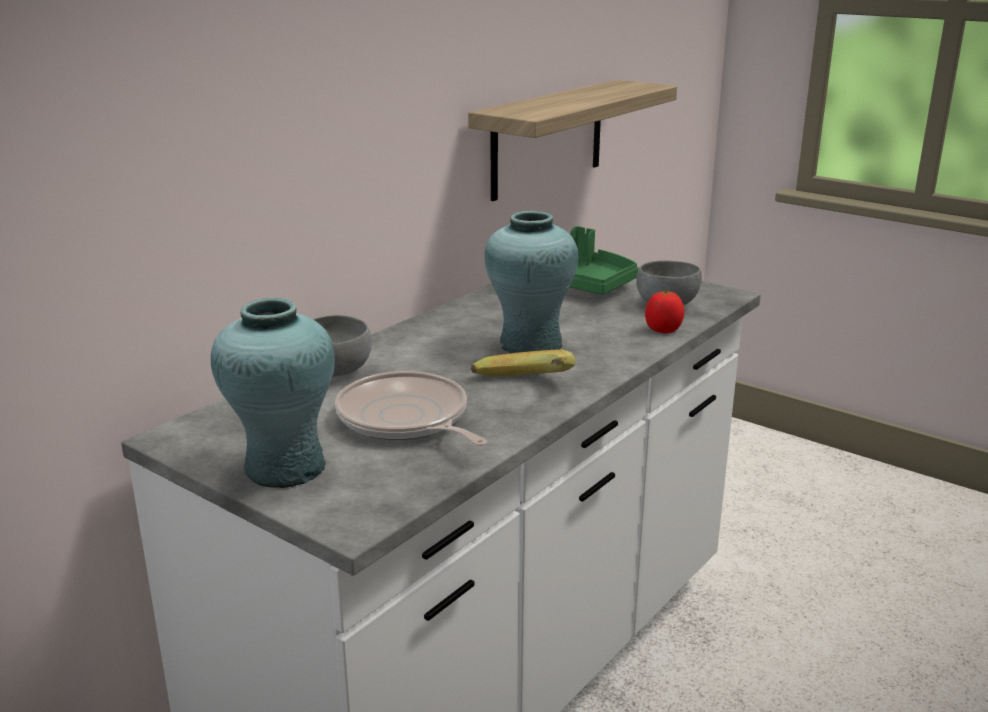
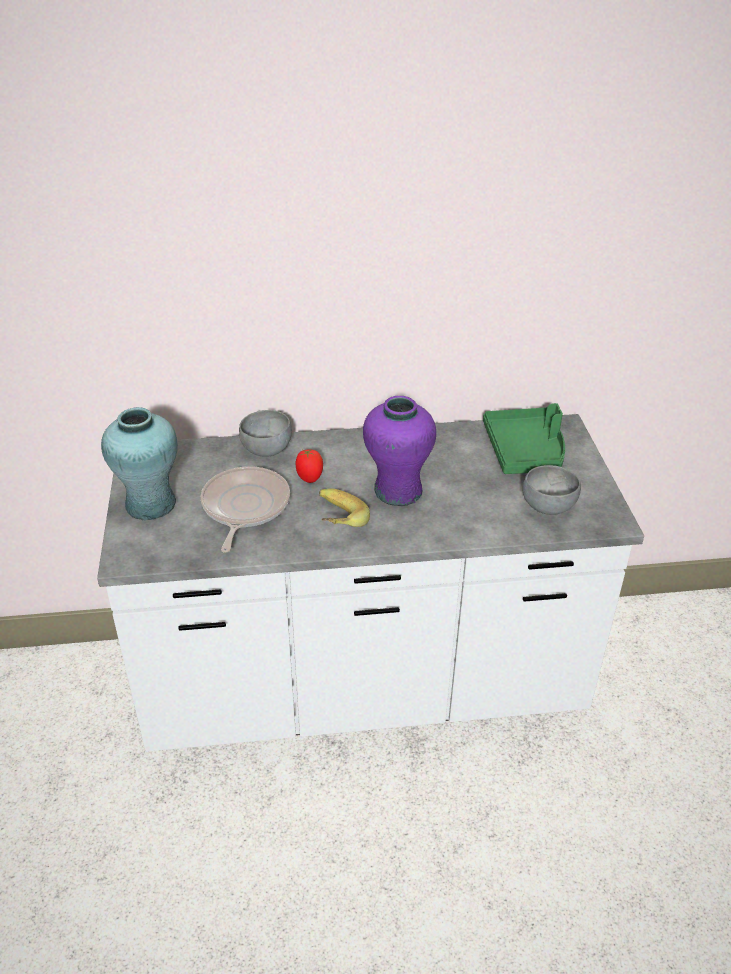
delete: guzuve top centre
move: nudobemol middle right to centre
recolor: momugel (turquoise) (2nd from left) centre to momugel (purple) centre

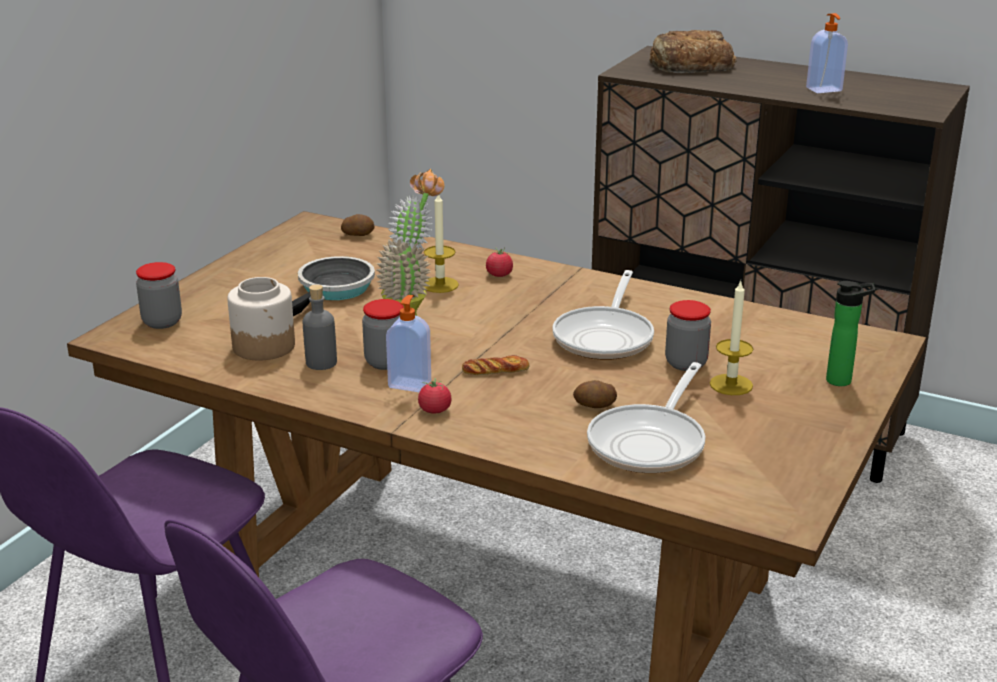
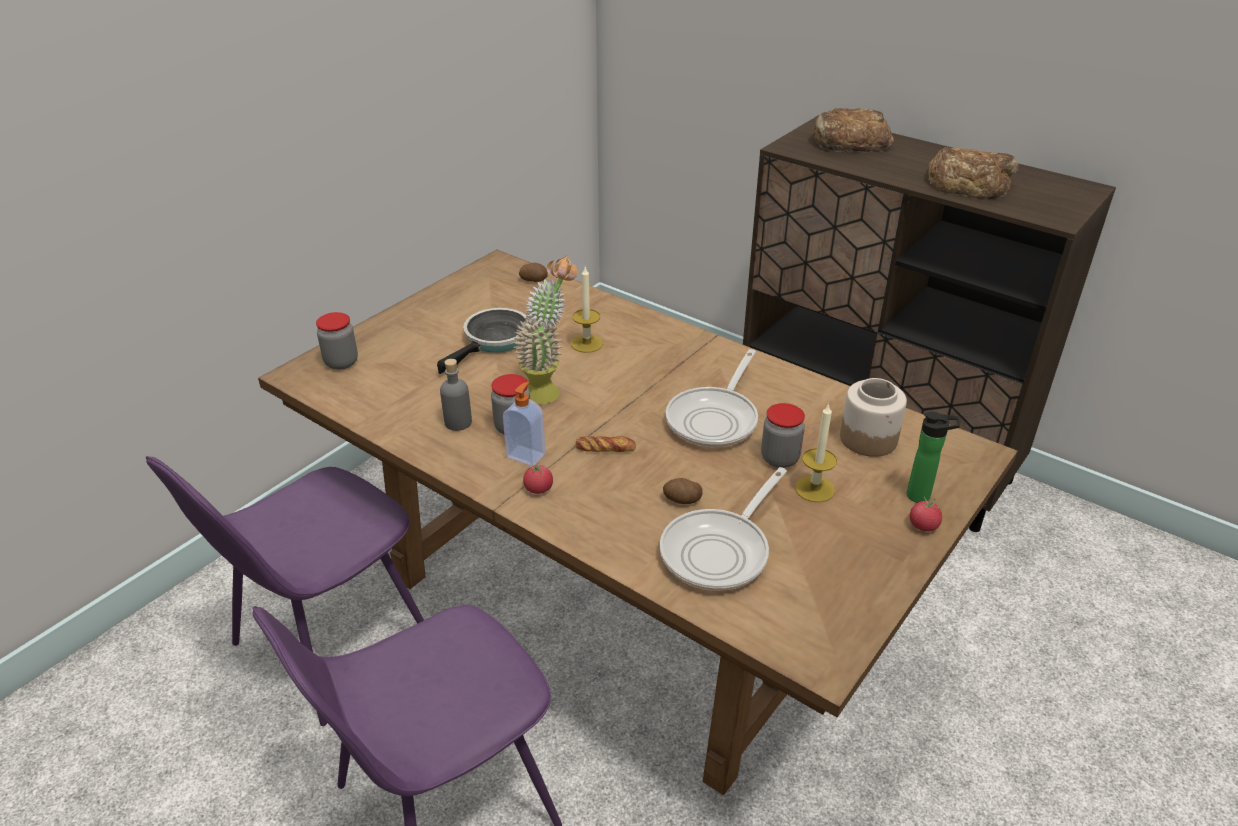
move: nudobemol (2nd from left) centre to middle right; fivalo (2nd from left in the first image) middle left to fivalo (4th from left) middle right
replace: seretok (2nd from left) top right to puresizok (3rd from left) top right

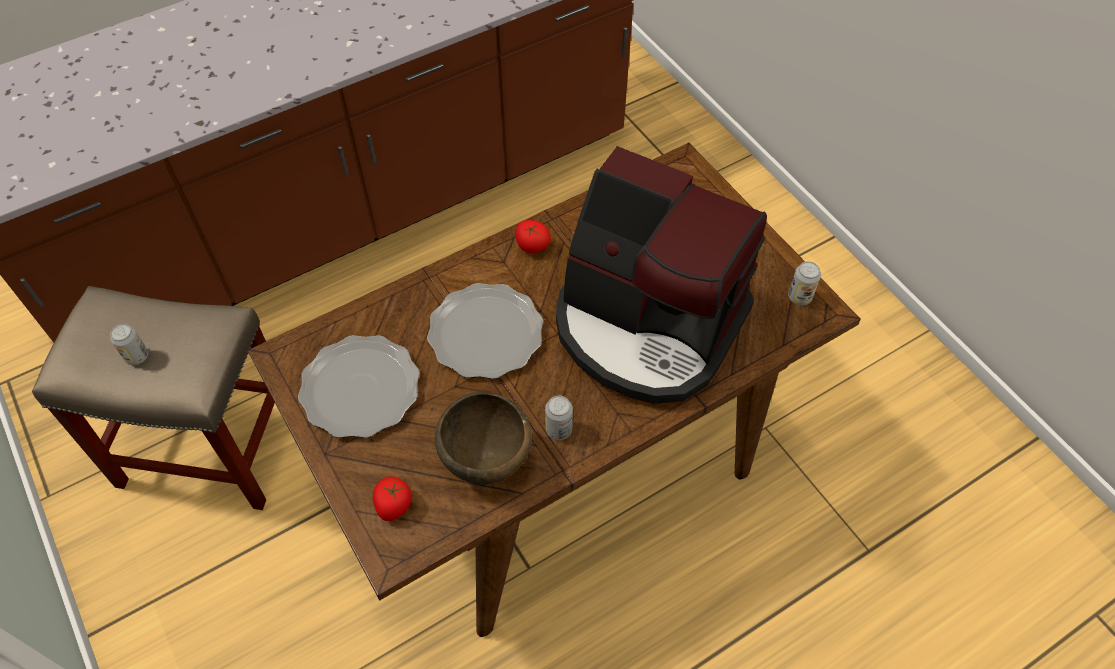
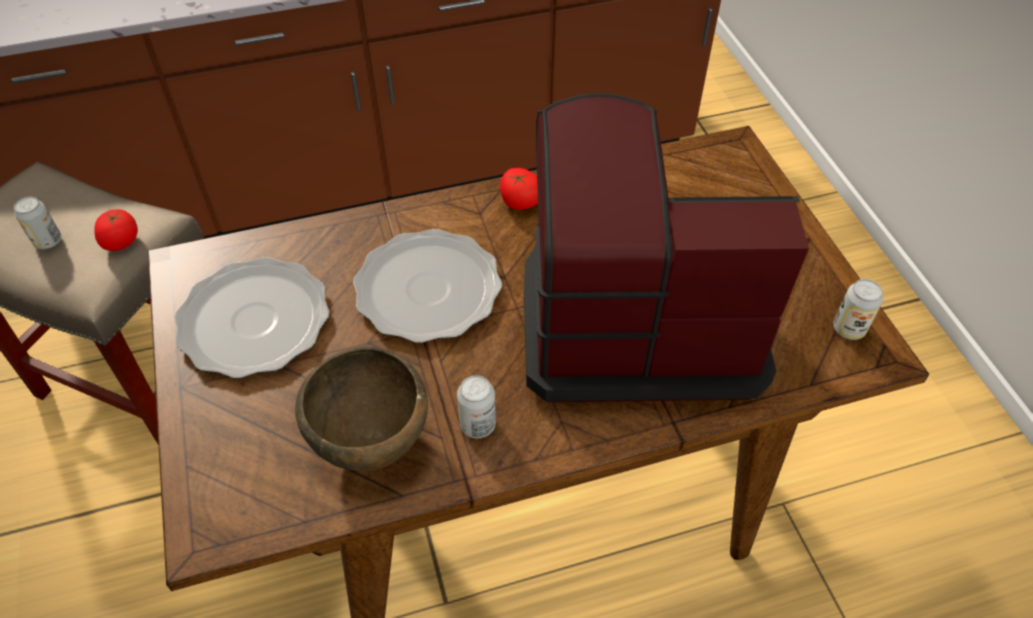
move: nudobemol (1st from left) bottom centre to middle left
rotate: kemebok centre = centre 135 degrees clockwise

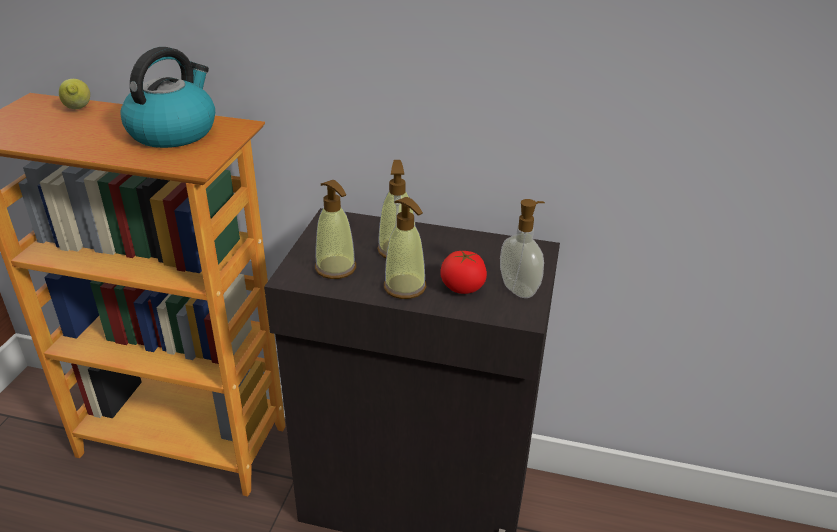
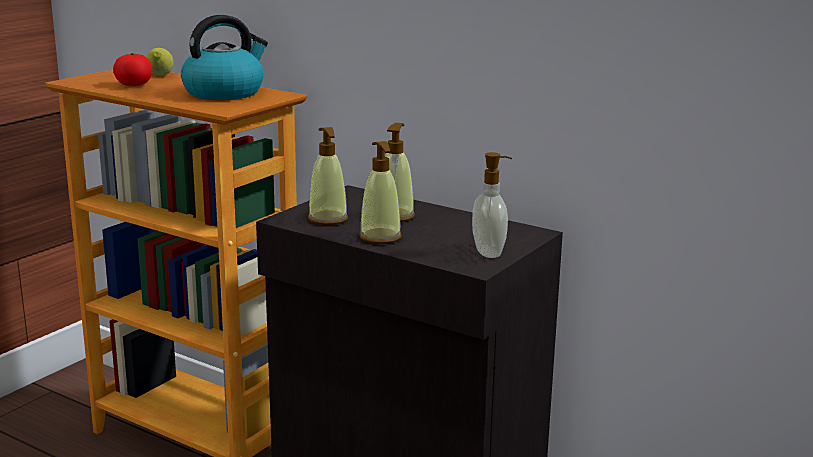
move: nudobemol centre to top left

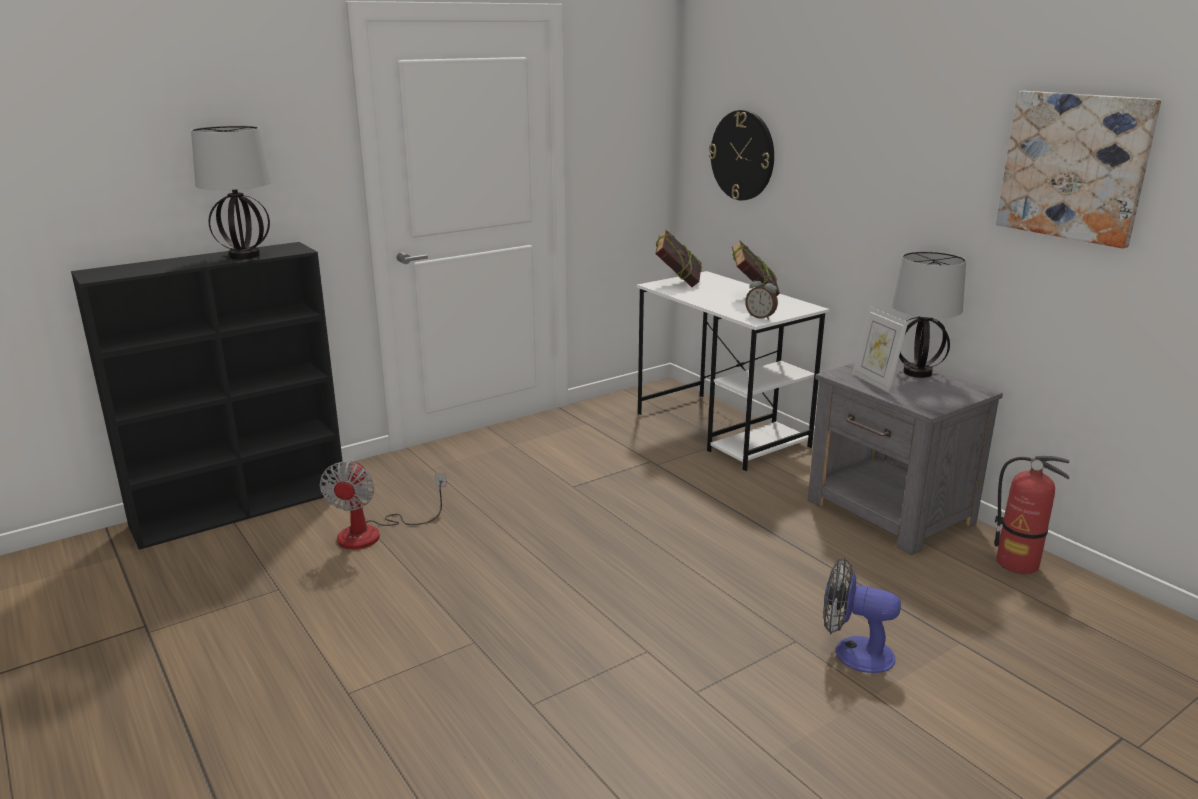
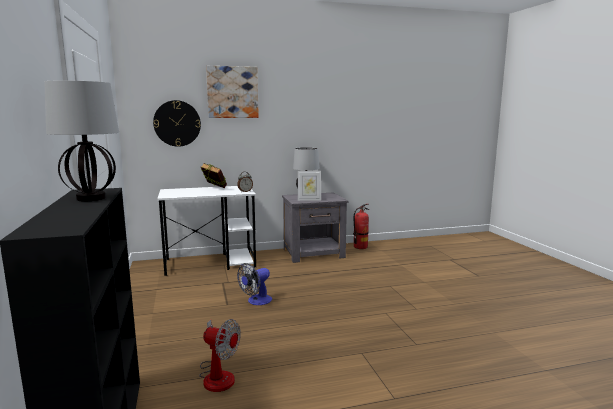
delete: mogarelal (1st from left) top centre
move: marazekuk top right to top centre; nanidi (2nd from left) bottom right to bottom centre

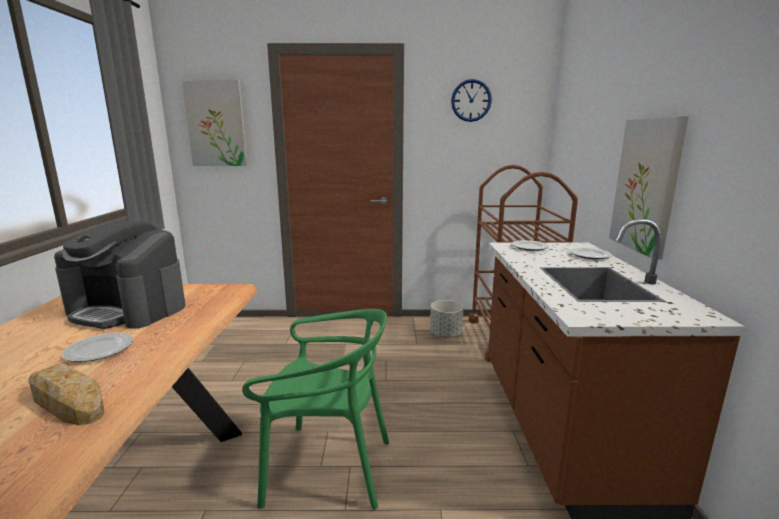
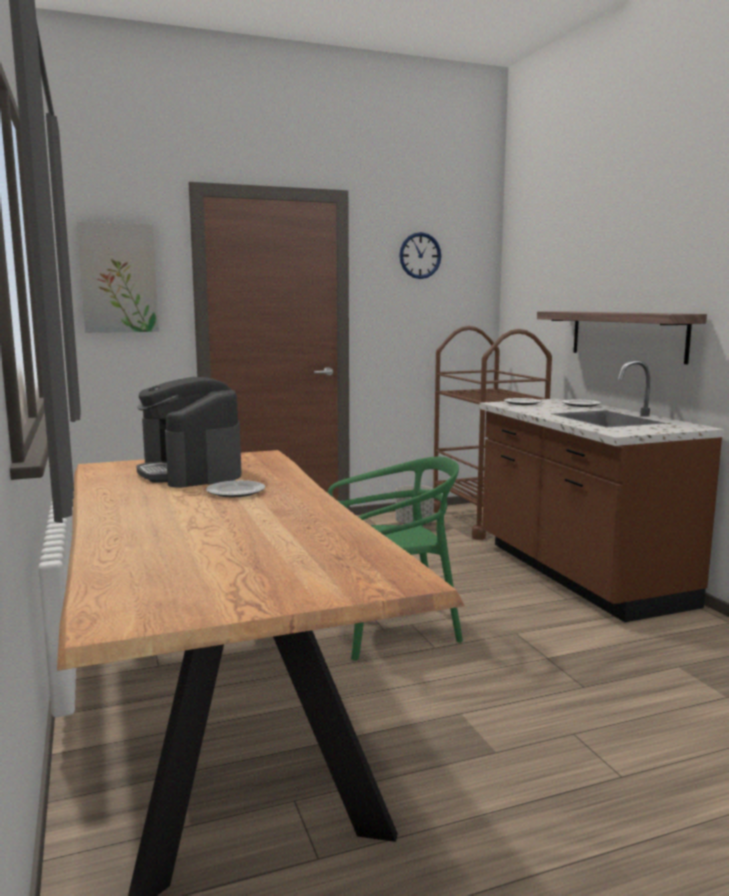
delete: puresizok bottom left
replace: marazekuk (2nd from left) middle right to guzuve middle right
rotate: kemebok middle left = middle left 60 degrees clockwise

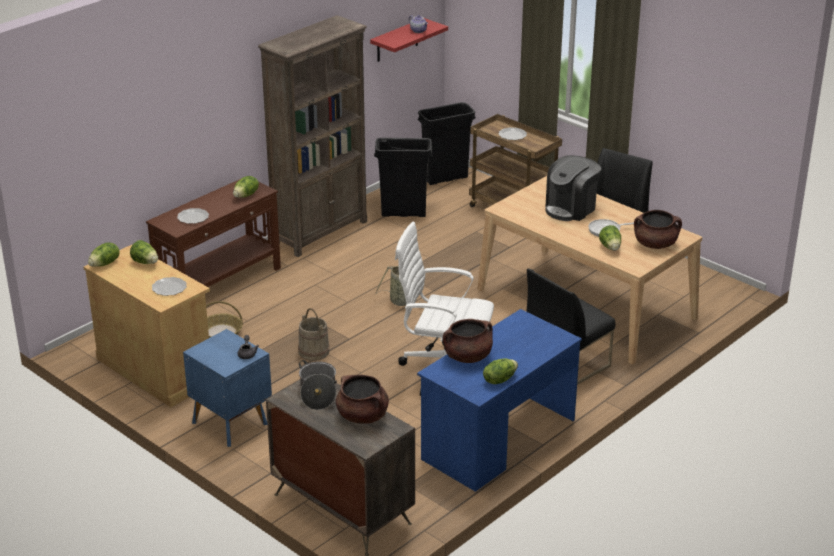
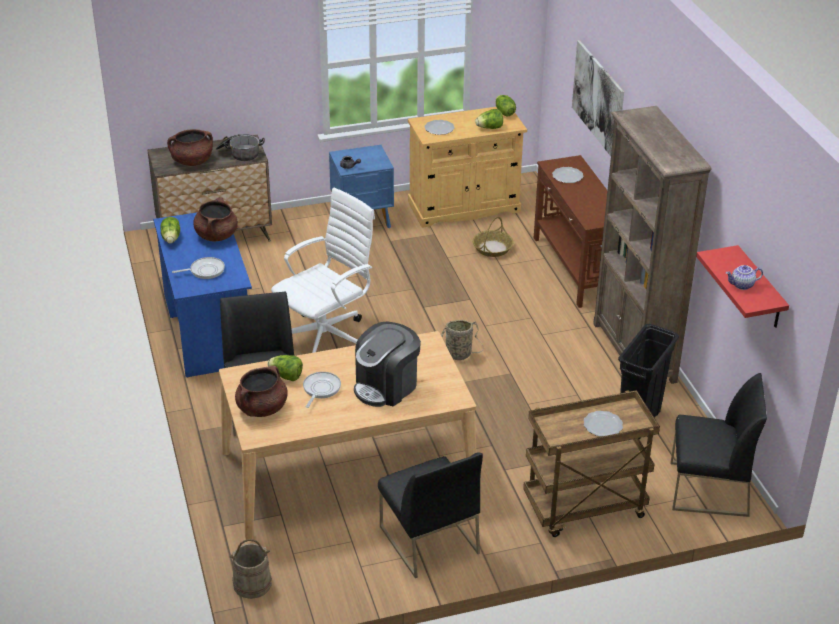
delete: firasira (3rd from left) middle left
insert: marazekuk top right; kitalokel (1st from left) middle left
move: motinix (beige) centre to bottom left
replace: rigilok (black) (2nd from left) top centre to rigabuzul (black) (3rd from left) bottom right
rotate: kemebok middle right = centre 120 degrees counterclockwise

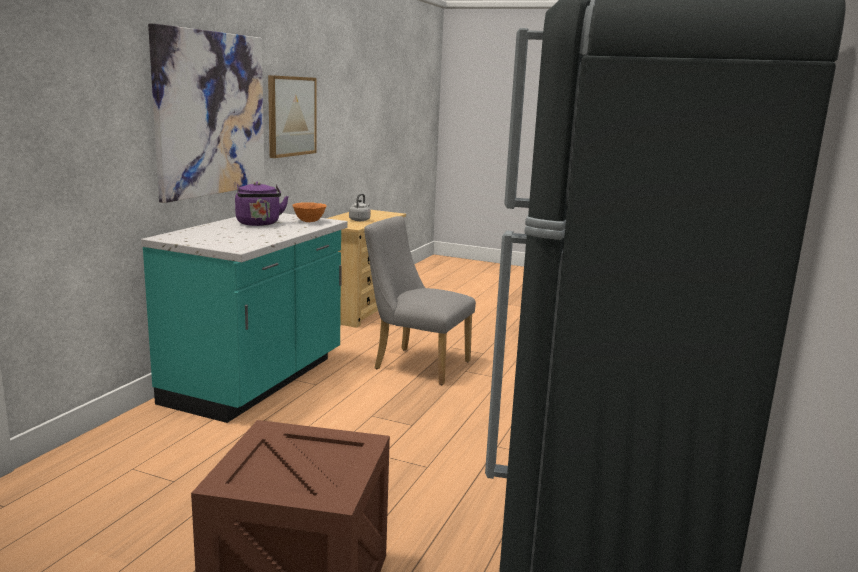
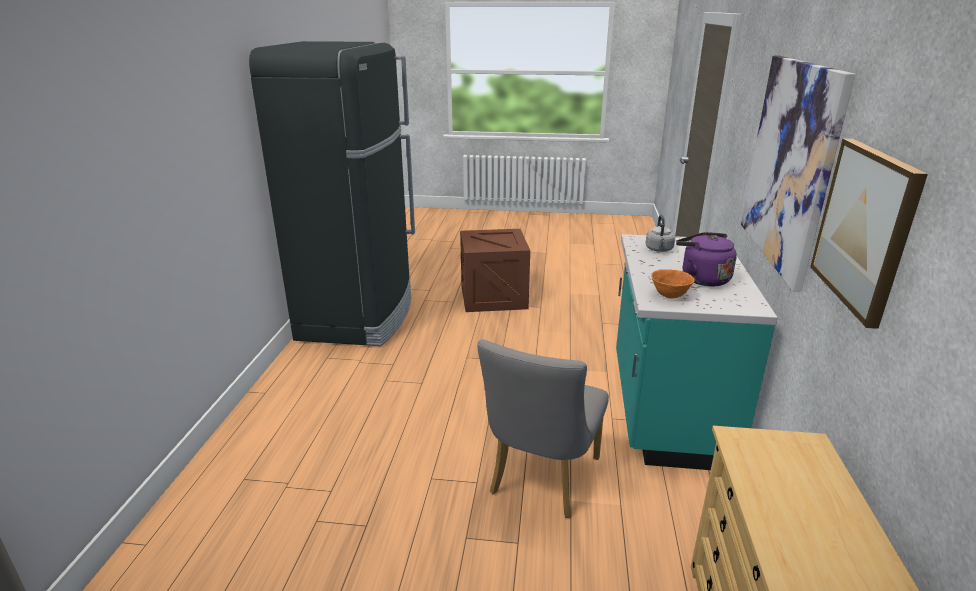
move: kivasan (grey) centre to middle right
rotate: rigabuzul (grey) centre = bottom centre 105 degrees clockwise

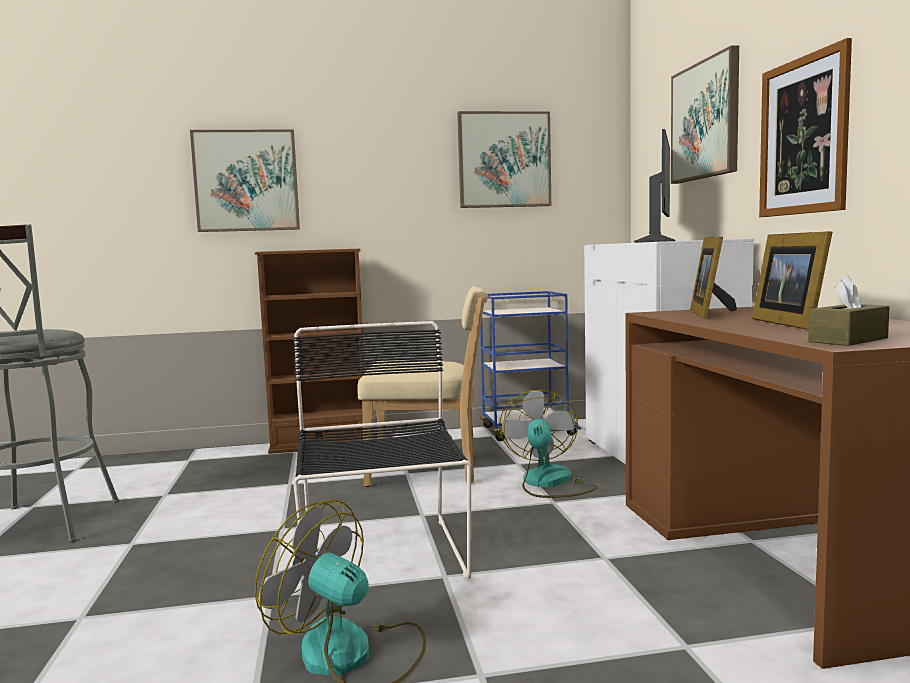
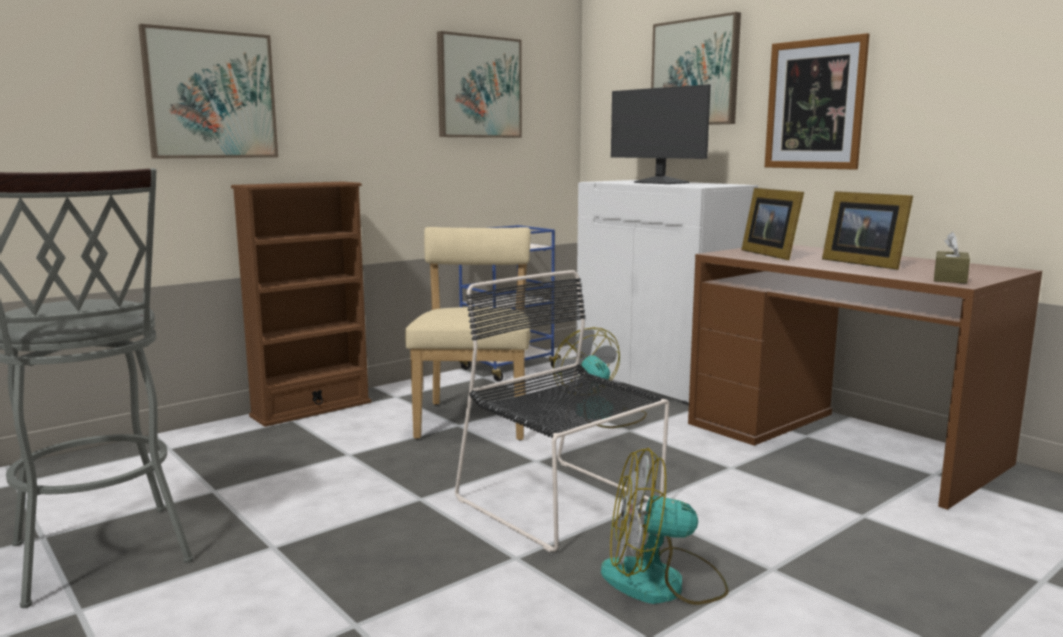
rotate: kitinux top right = top centre 150 degrees clockwise; rigabuzul (beige) centre = centre 60 degrees counterclockwise

